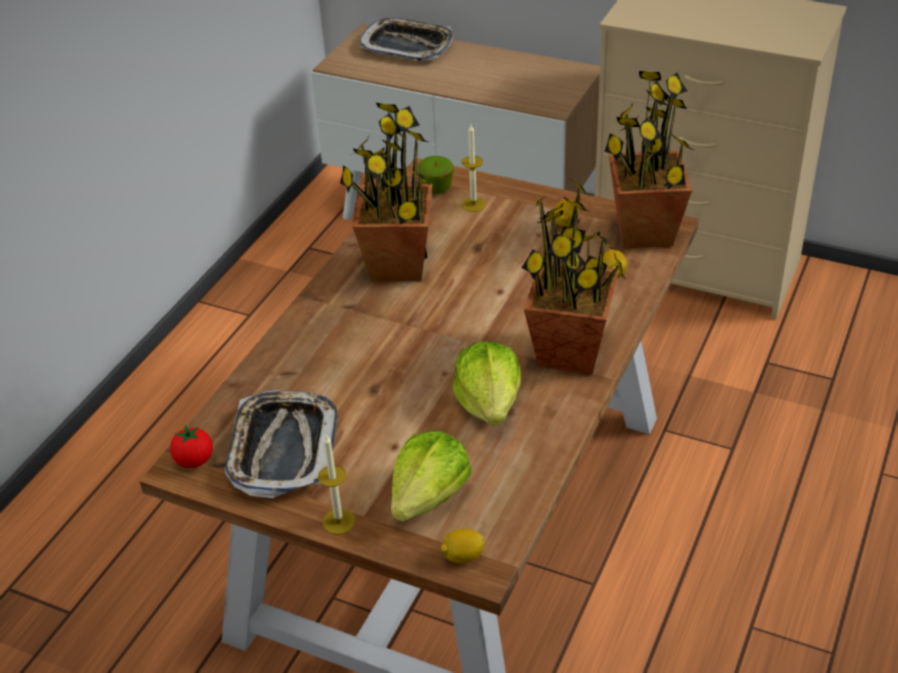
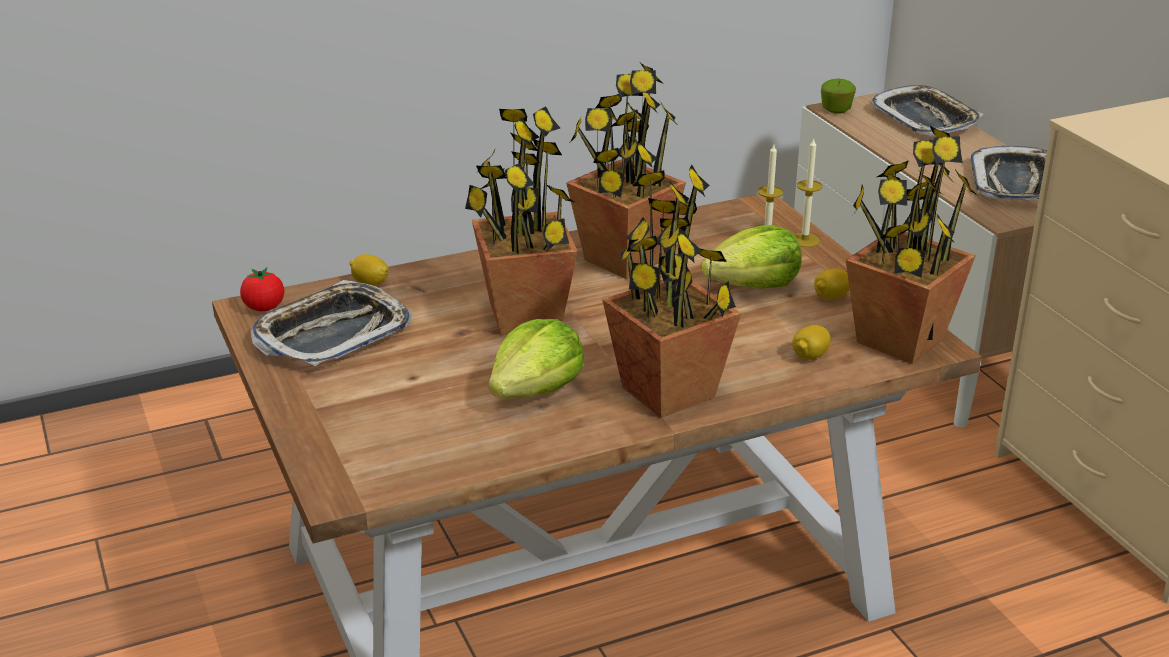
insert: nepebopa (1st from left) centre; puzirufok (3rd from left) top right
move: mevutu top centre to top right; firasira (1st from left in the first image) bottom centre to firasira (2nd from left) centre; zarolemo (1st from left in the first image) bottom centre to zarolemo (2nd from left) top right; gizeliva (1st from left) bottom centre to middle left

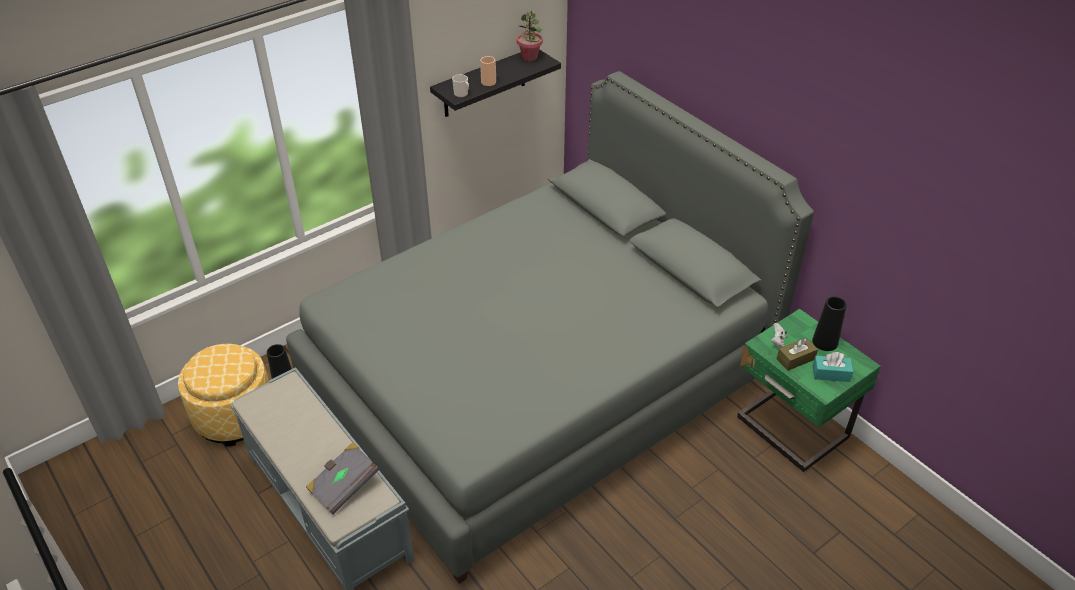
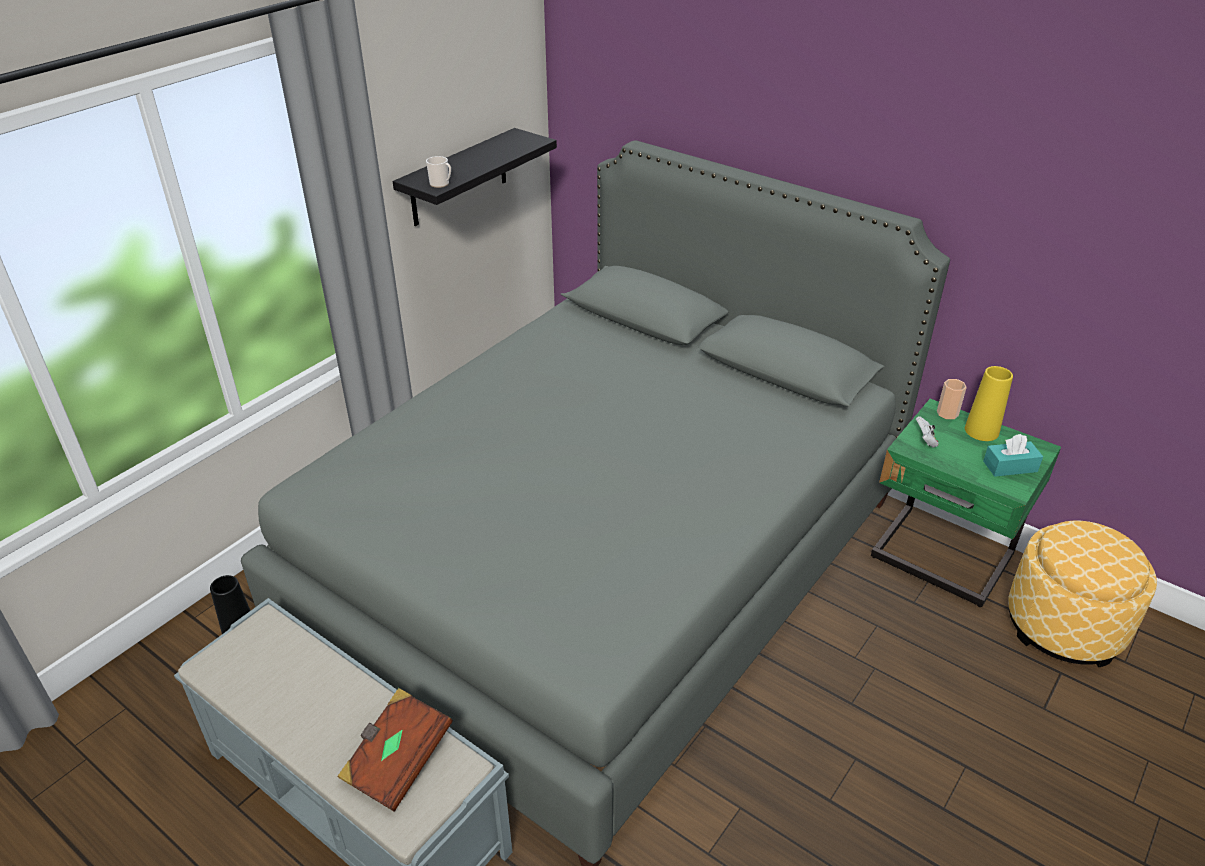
delete: nepebopa top centre; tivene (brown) middle right
move: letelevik top centre to middle right; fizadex bottom left to bottom right
recolor: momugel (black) (2nd from left) middle right to momugel (yellow) middle right; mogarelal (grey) bottom left to mogarelal (brown) bottom left

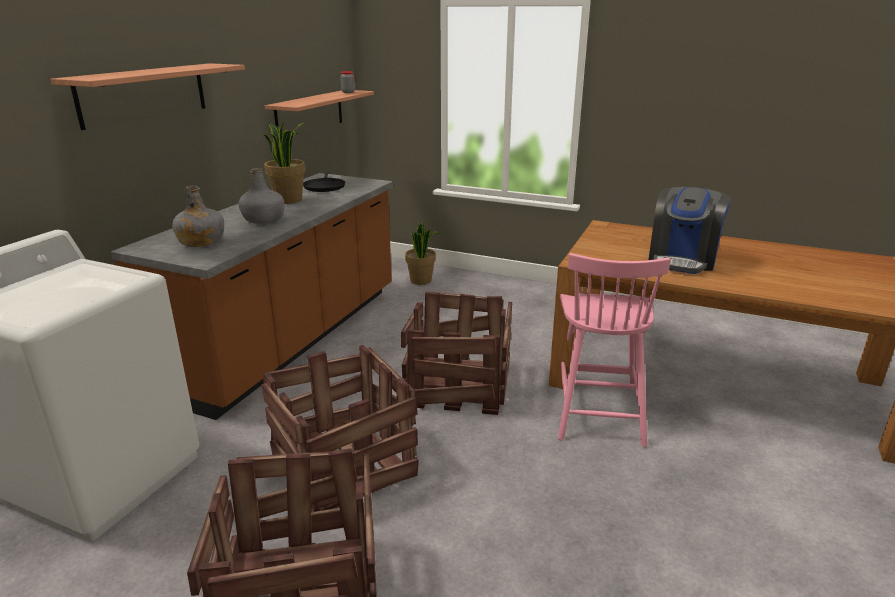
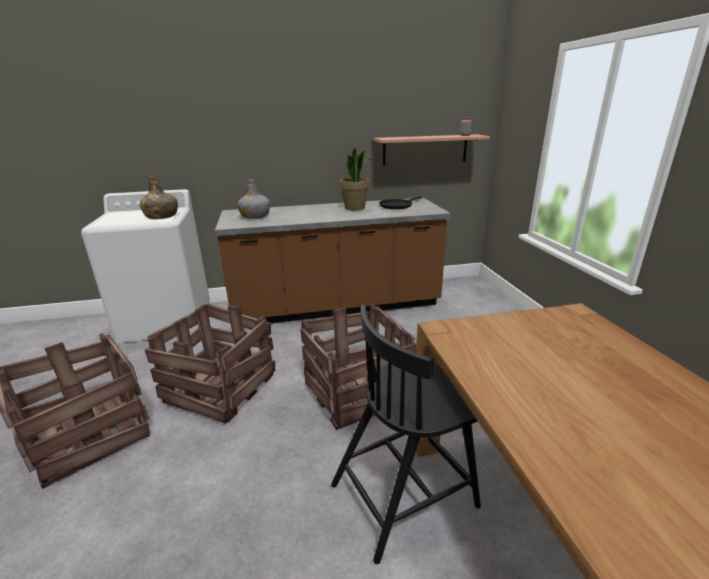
delete: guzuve (1st from left) top left; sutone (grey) (2nd from left) top left; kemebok middle right; nepebopa (2nd from left) centre
insert: sutone (green) middle left
recolor: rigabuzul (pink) middle right to rigabuzul (black) bottom centre

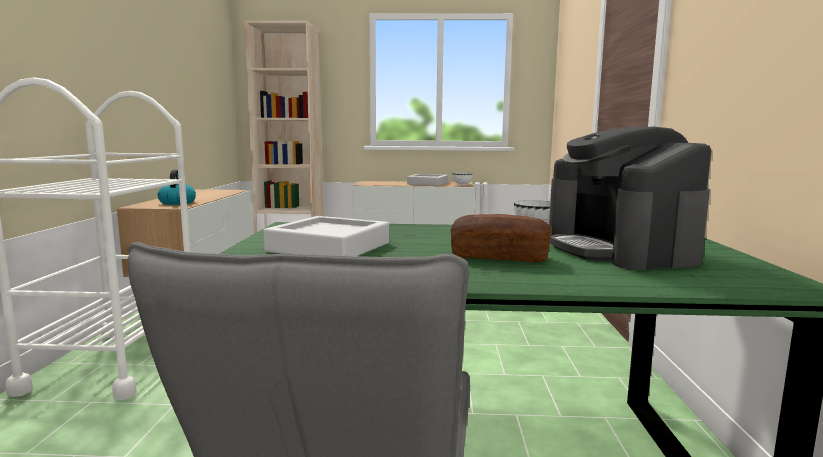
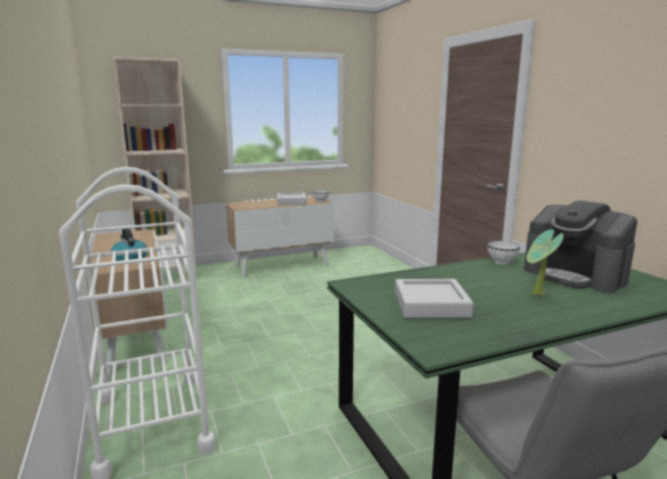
replace: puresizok centre to nepebopa middle right

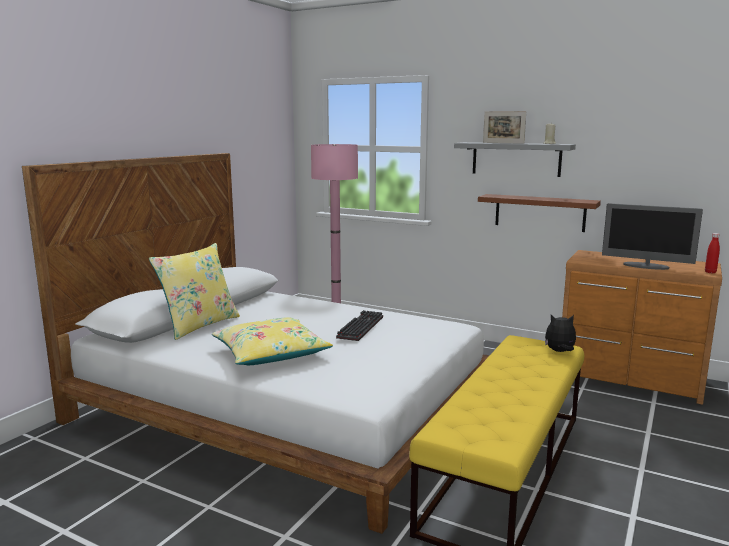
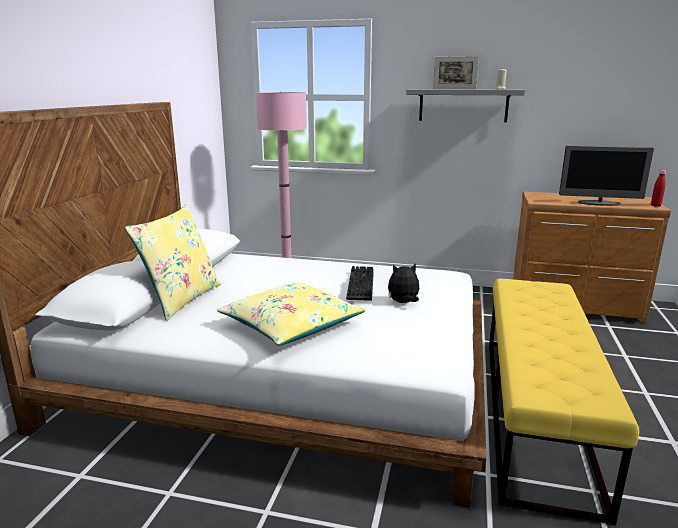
delete: guzuve (brown) middle right
move: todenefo middle right to centre

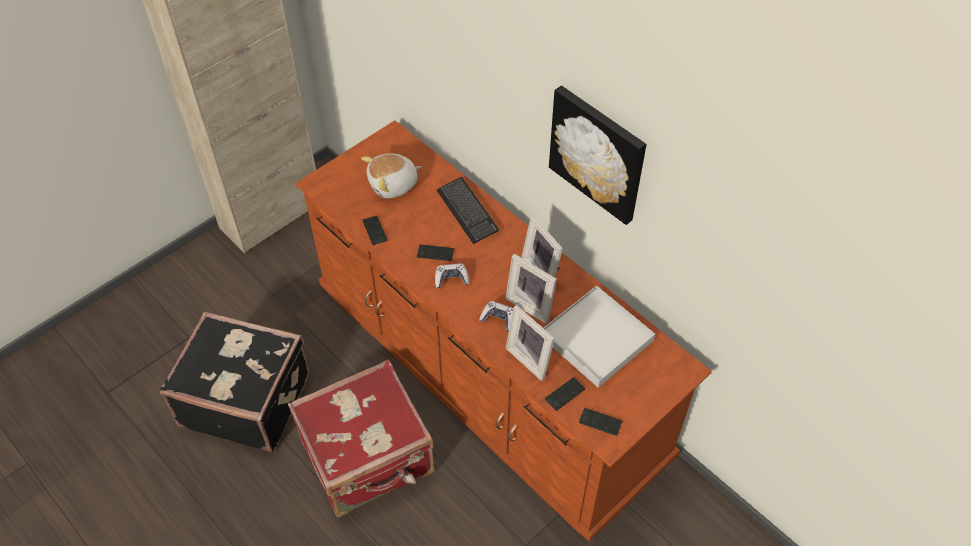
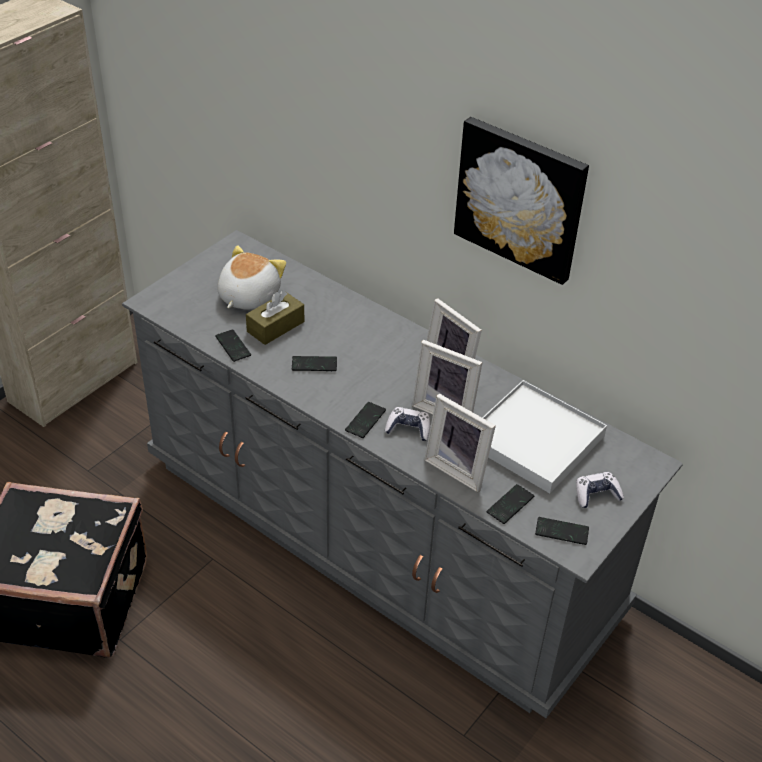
delete: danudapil centre; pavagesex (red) bottom centre
insert: tivene (brown) centre; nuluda (3rd from left) centre
move: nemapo (1st from left in the first image) centre to nemapo (2nd from left) middle right
recolor: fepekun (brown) centre to fepekun (grey) centre
rotate: todenefo top centre = middle left 150 degrees clockwise

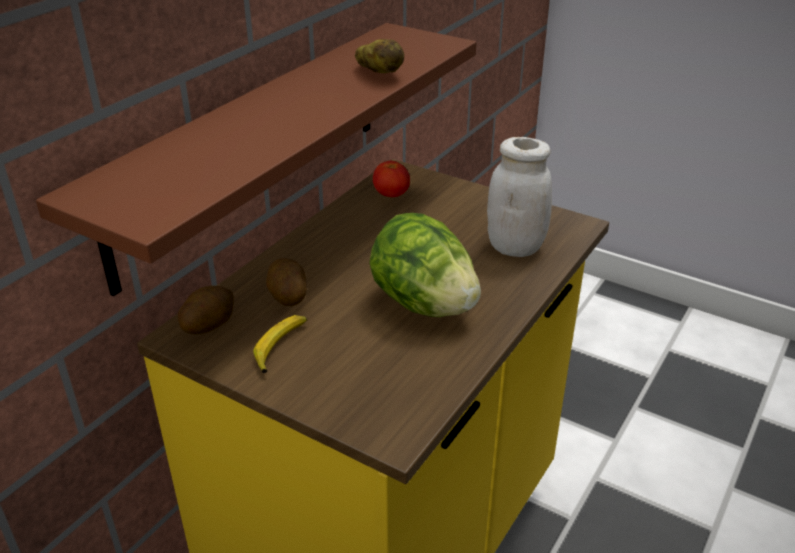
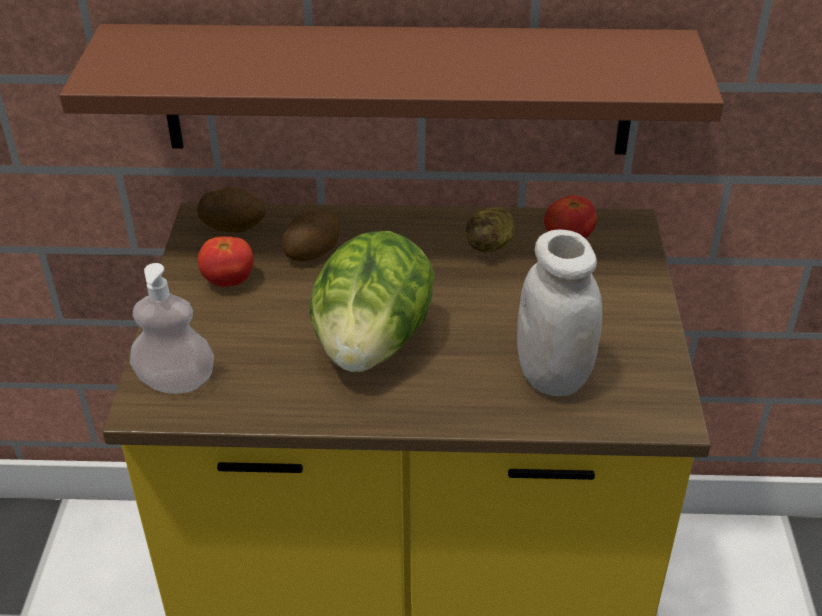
insert: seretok middle left
move: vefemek (3rd from left) top centre to centre
replace: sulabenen centre to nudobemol (1st from left) middle left

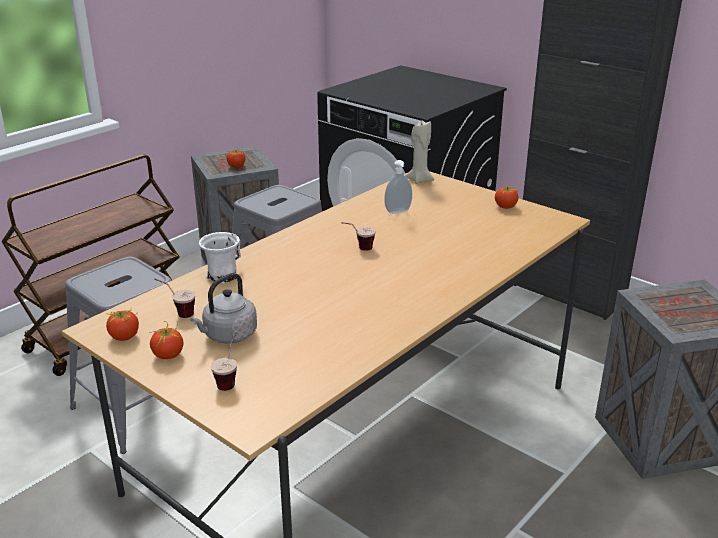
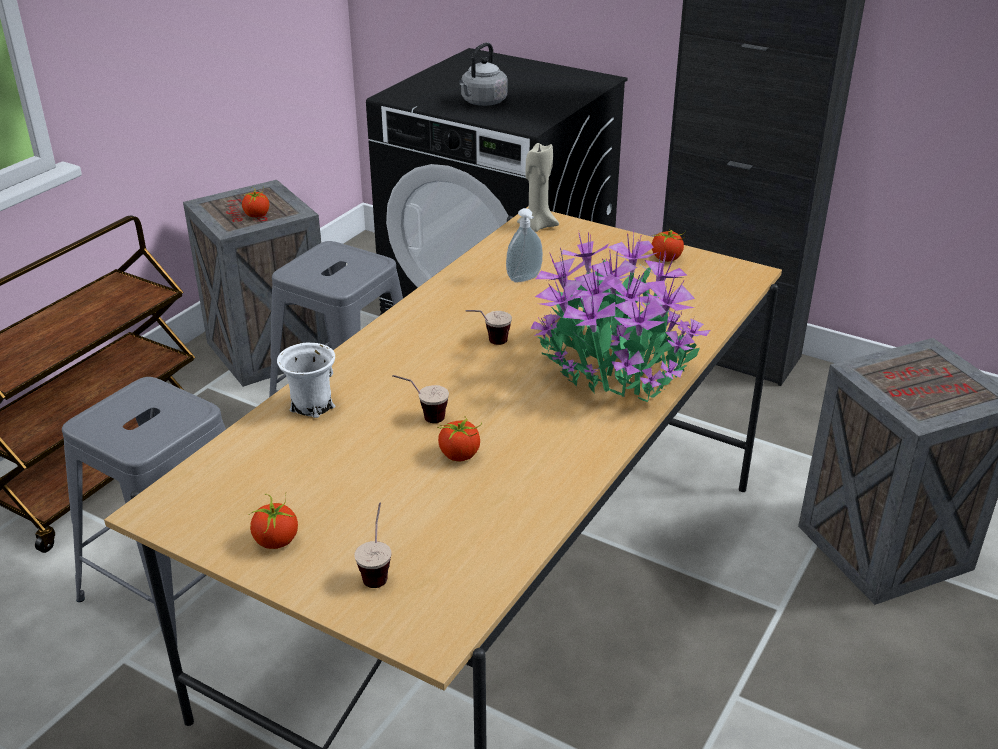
insert: nepebopa centre
move: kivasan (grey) middle left to top centre; letelevik (1st from left in the first image) middle left to letelevik (2nd from left) centre; nudobemol (1st from left in the first image) middle left to nudobemol (3rd from left) centre

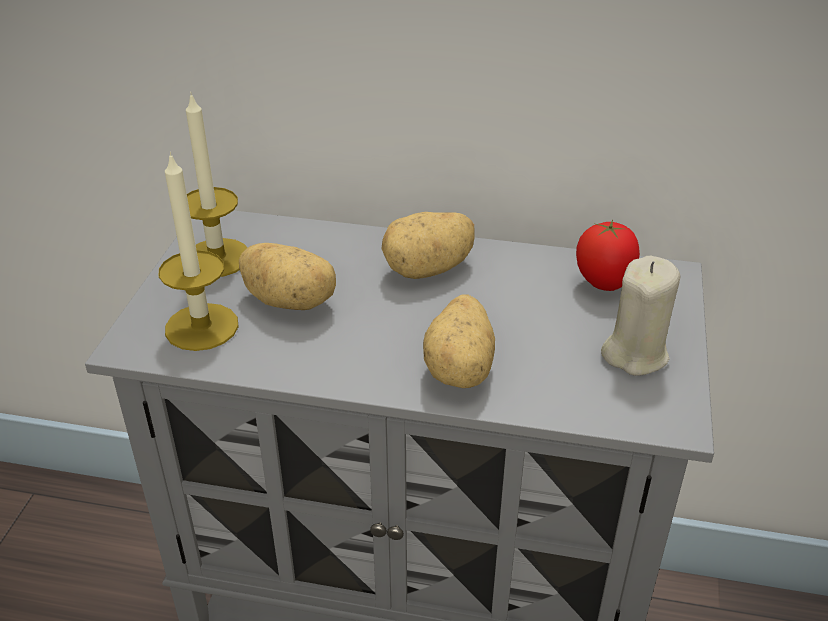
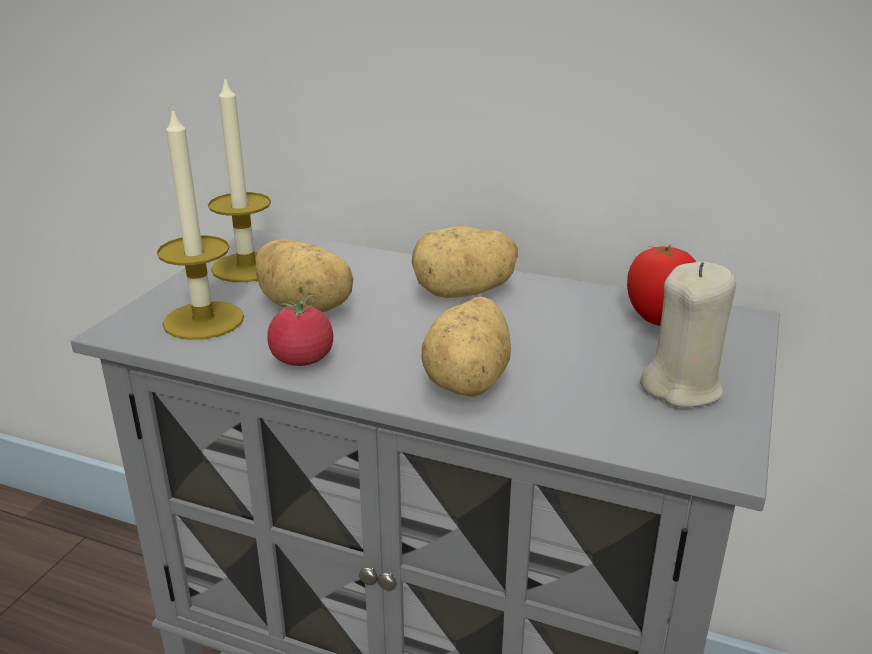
insert: nudobemol (1st from left) centre

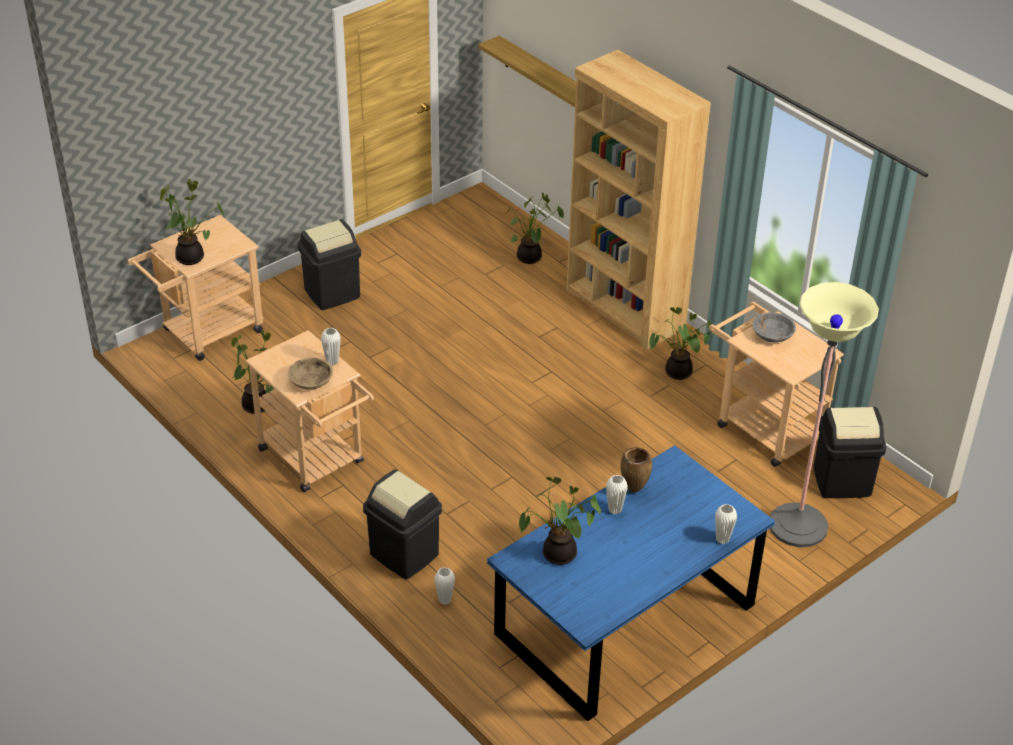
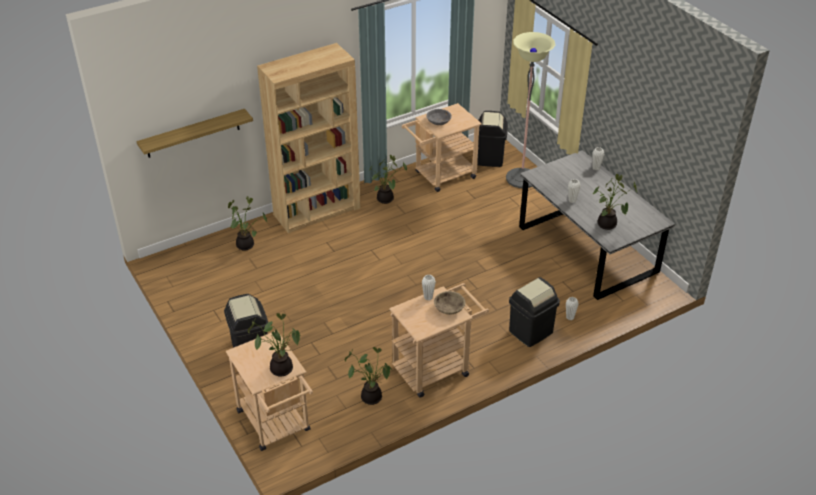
delete: momugel (brown) centre
recolor: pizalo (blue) bottom centre to pizalo (grey) middle right

